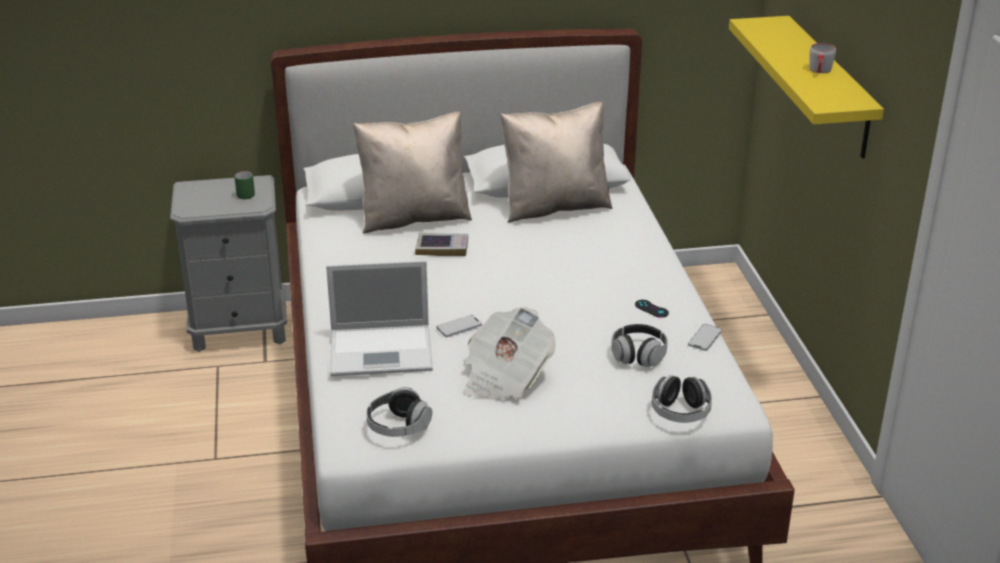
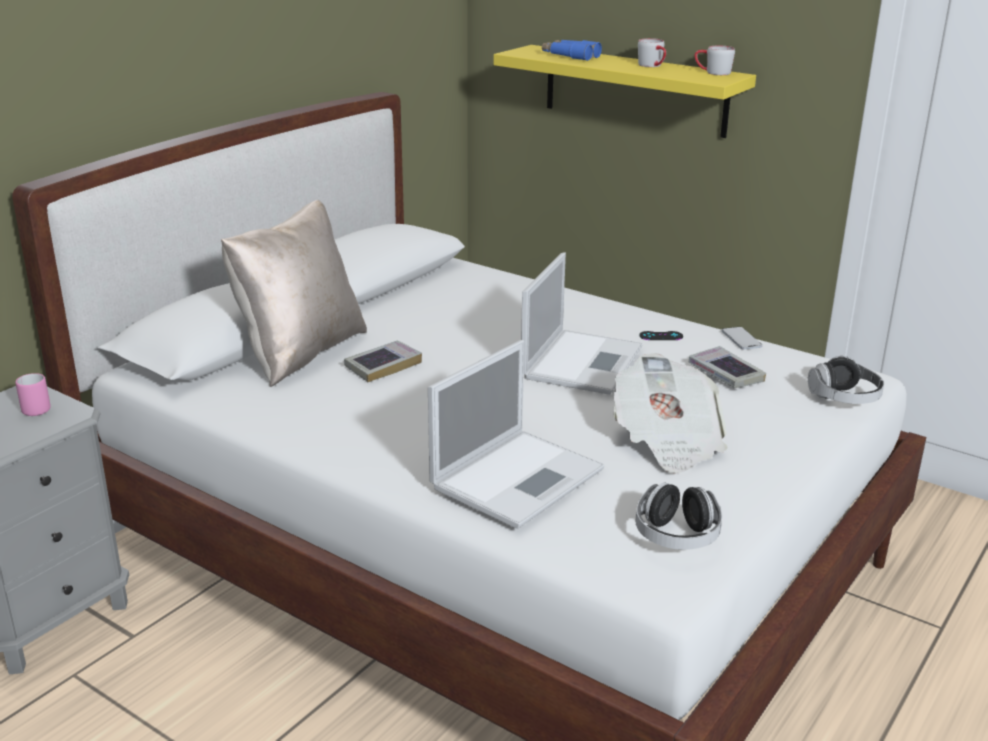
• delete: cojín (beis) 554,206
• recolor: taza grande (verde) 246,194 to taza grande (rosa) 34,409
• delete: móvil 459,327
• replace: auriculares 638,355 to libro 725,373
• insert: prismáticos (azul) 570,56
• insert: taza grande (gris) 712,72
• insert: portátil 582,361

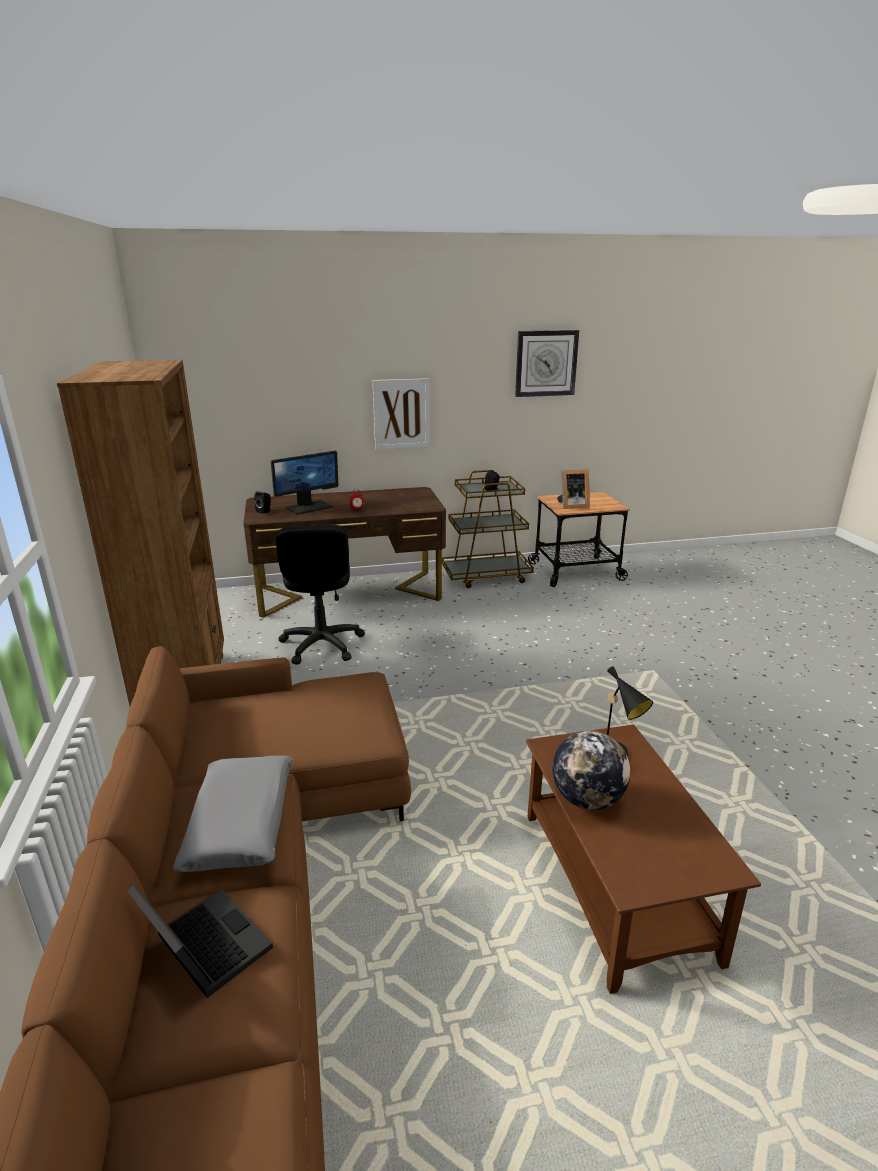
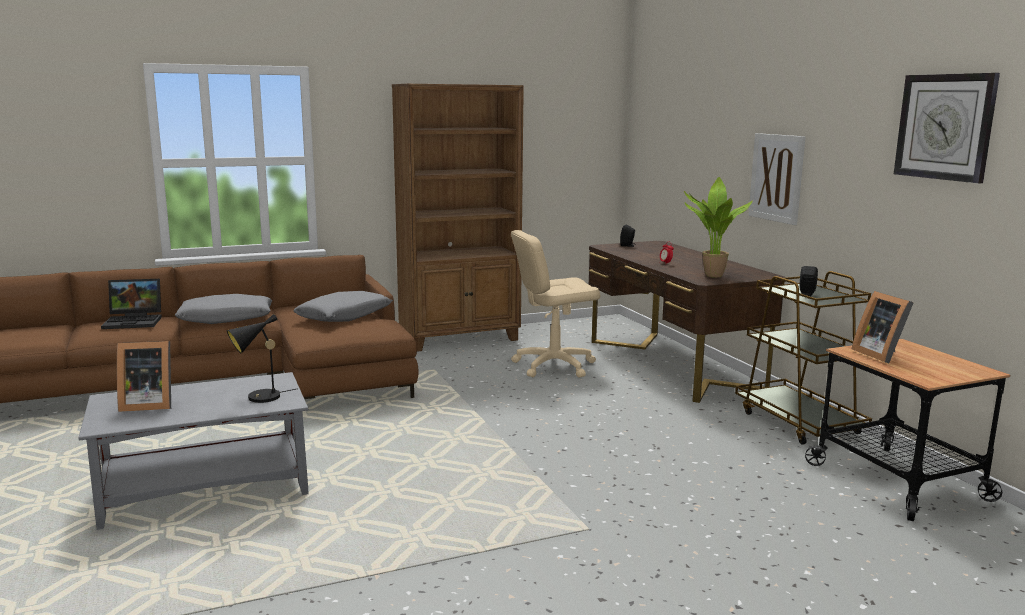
• delete: monitor 309,507
• recolor: silla de oficina (negro) 321,645 to silla de oficina (beis) 553,365
• recolor: mesa de centro (marrón) 614,883 to mesa de centro (gris) 207,489
• delete: globo terráqueo 587,799
• rotate: portátil 202,947 = 135,321 45 degrees clockwise
• insert: planta en maceta 710,275
• insert: cojín (gris) 345,316
• insert: portarretratos 147,405

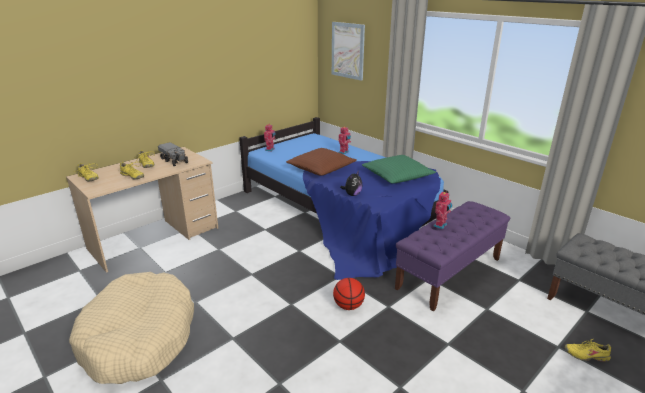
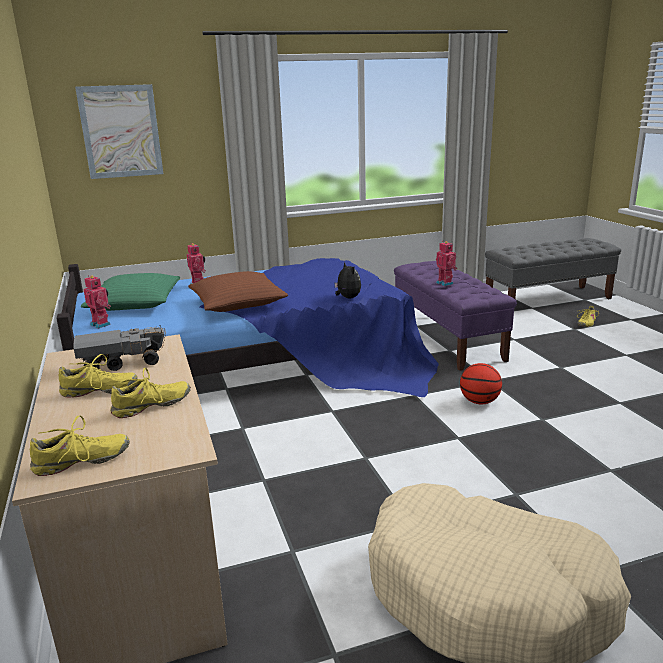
• move: cojín (verde) 397,176 to 135,303

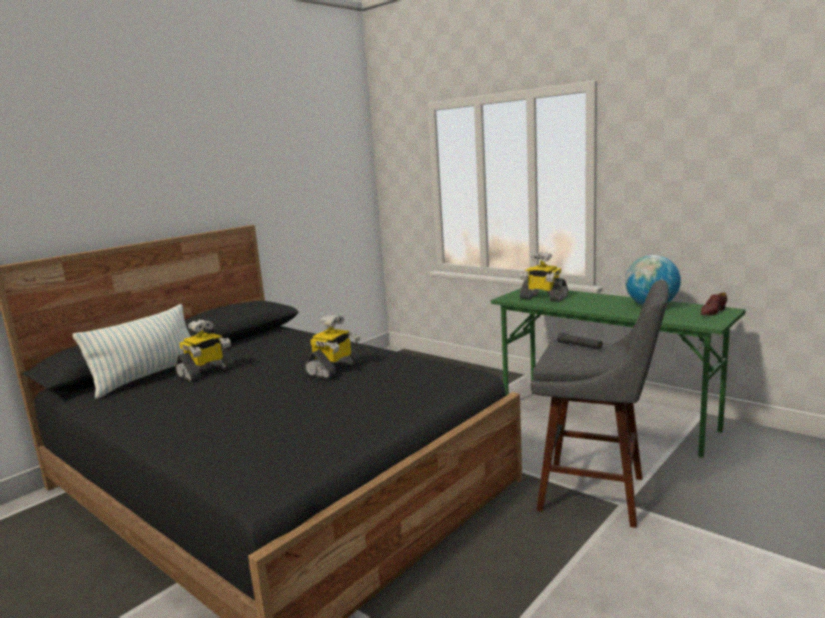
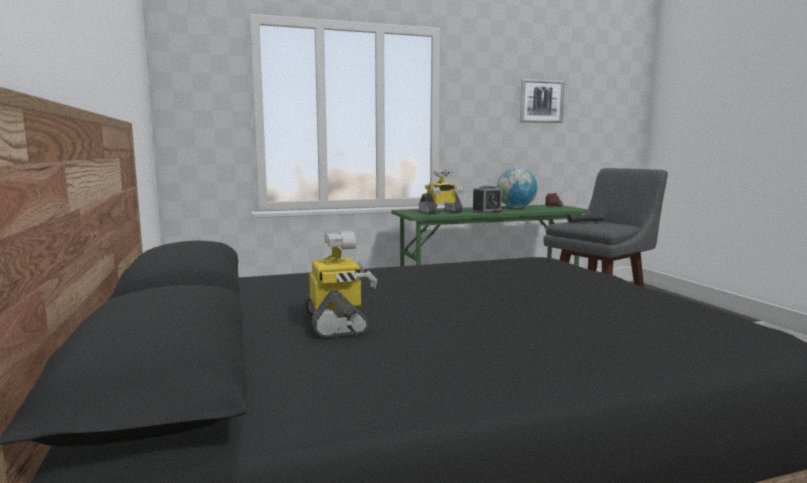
• delete: cojín 148,377
• delete: robot de juguete 334,369
• insert: cuadro 541,101
• insert: despertador 487,211

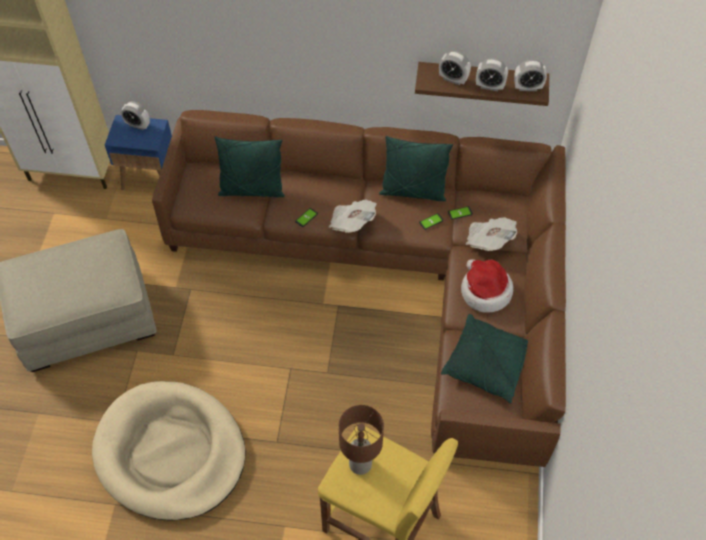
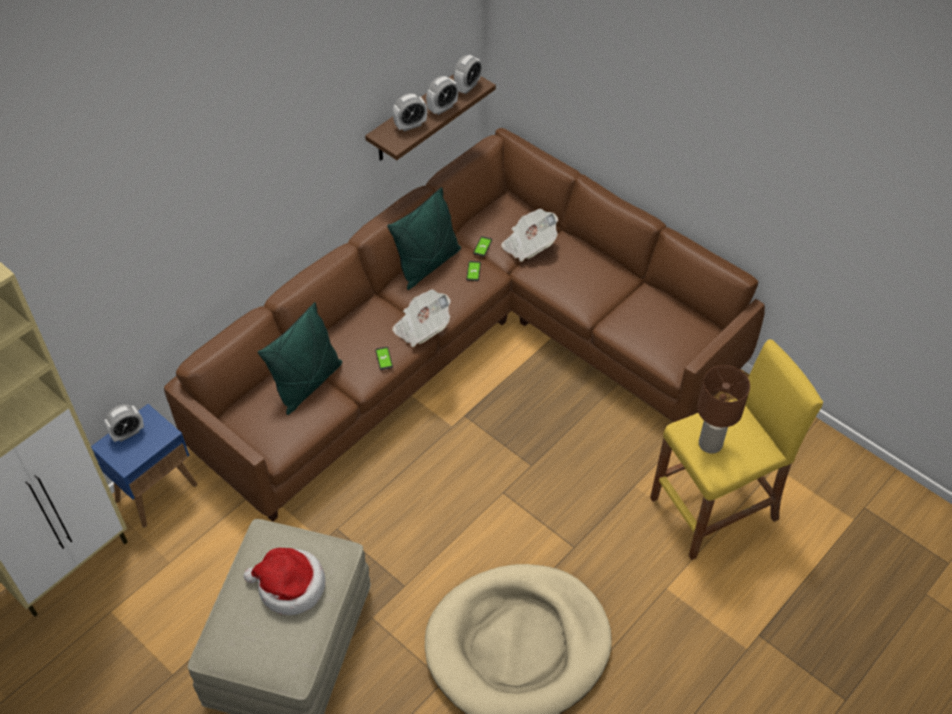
• move: sombrero 484,291 to 289,586
• delete: cojín (verde) 487,364

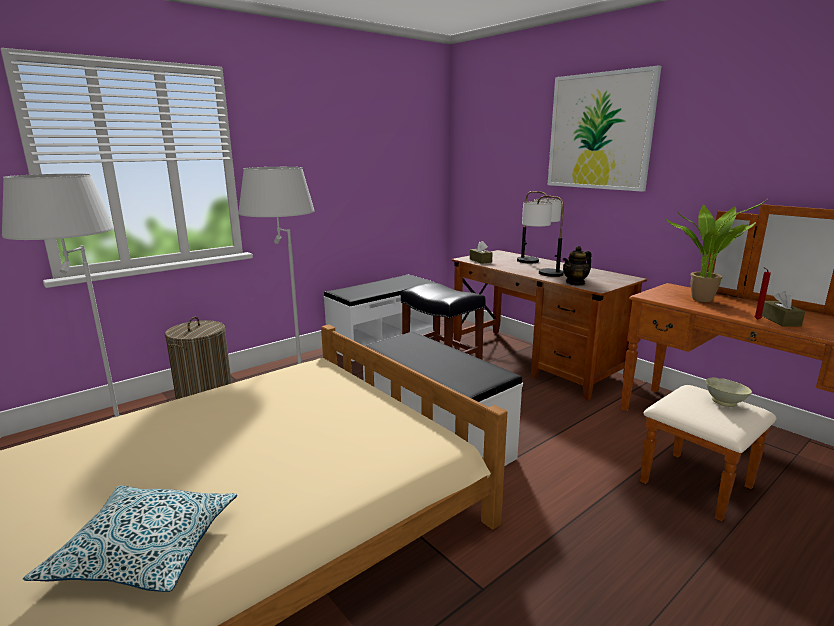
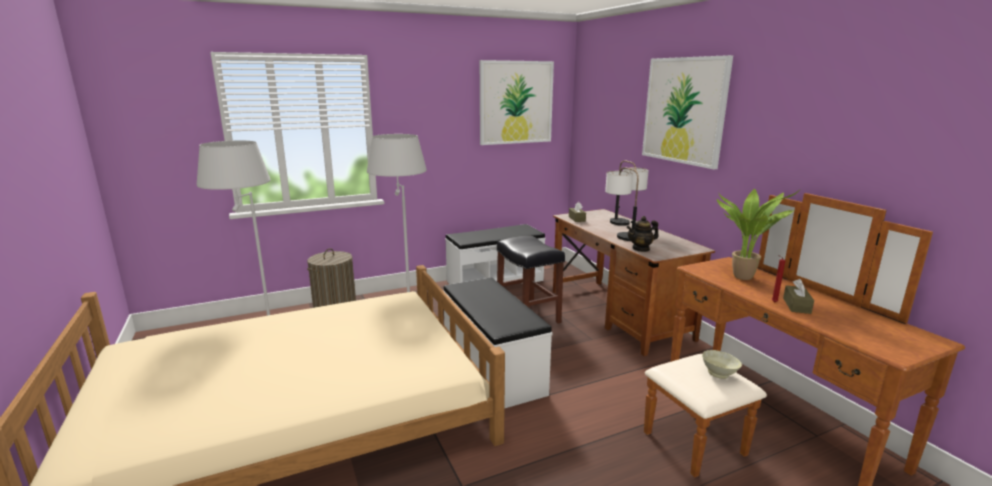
• delete: cojín 145,551
• insert: cuadro 516,102

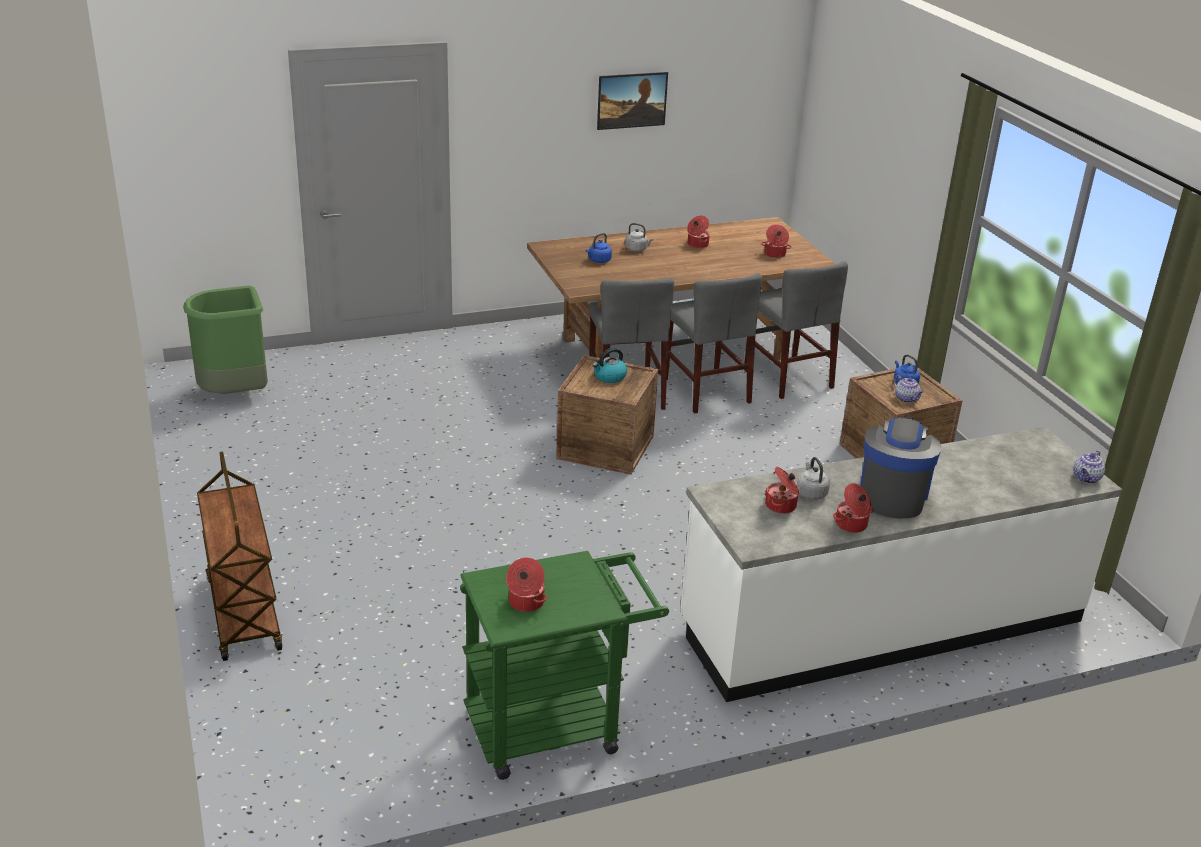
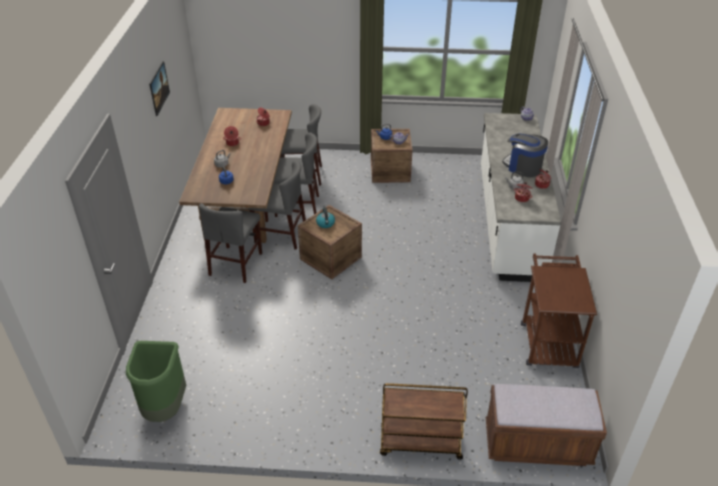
• recolor: carrito (verde) 556,726 to carrito (marrón) 547,340
• delete: olla 525,603
• insert: silla (gris) 236,264
• insert: banco (marrón) 537,445

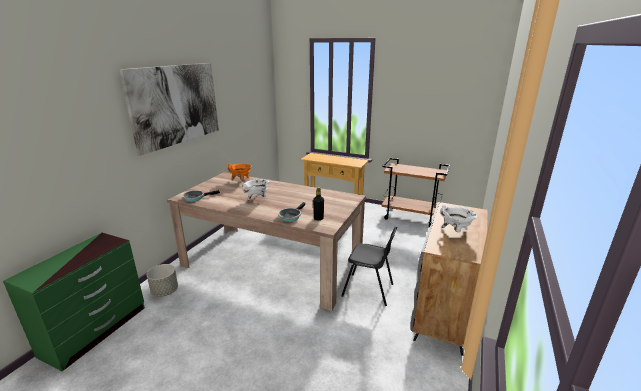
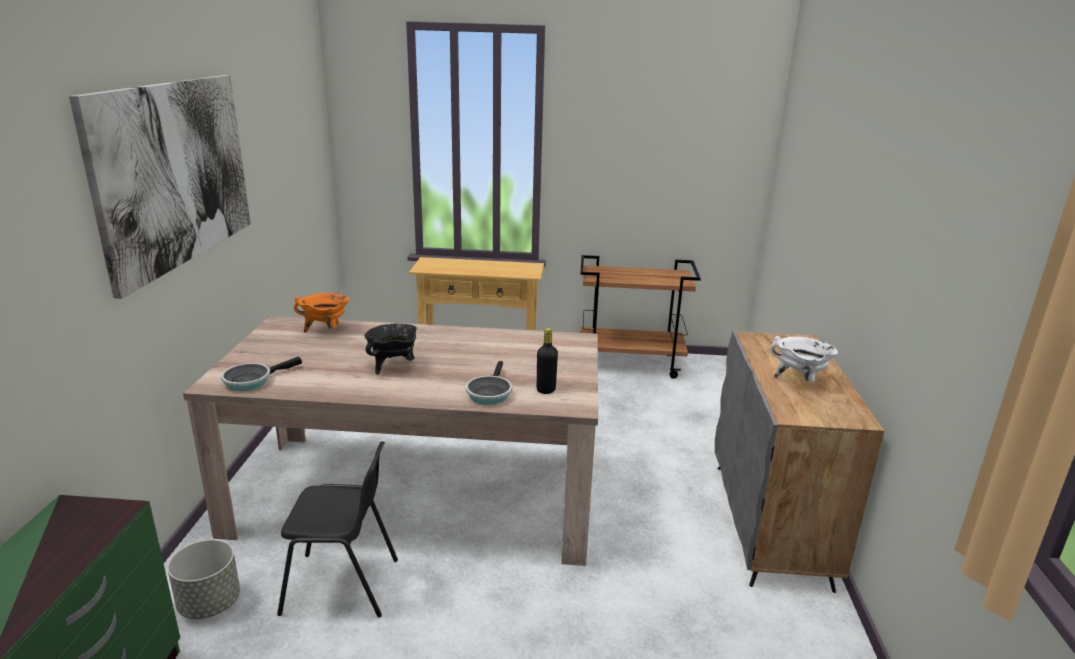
• recolor: olla (blanco) 257,199 to olla (negro) 393,366
• move: silla (negro) 368,290 to 342,586

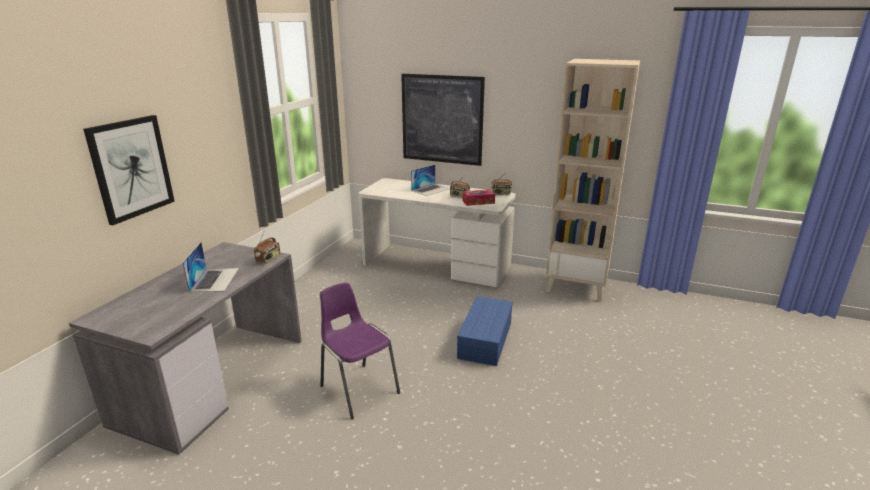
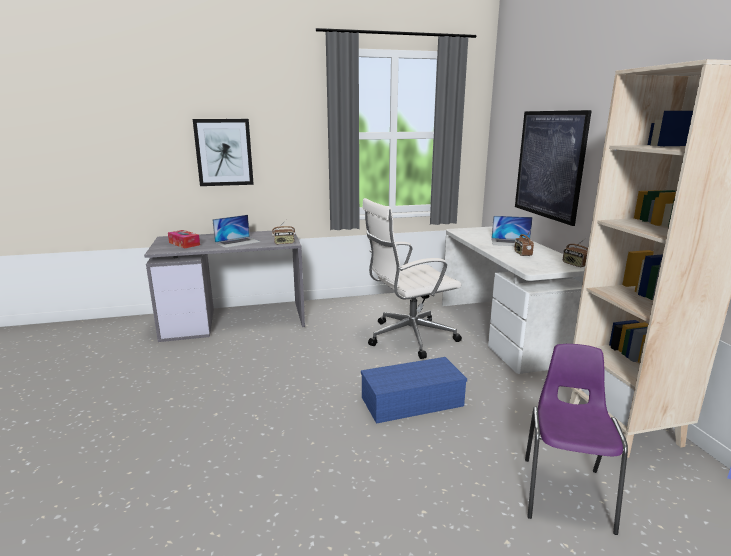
• move: caja de pañuelos 478,202 to 184,244
• move: silla (morado) 358,388 to 565,491
• insert: silla de oficina (blanco) 408,337

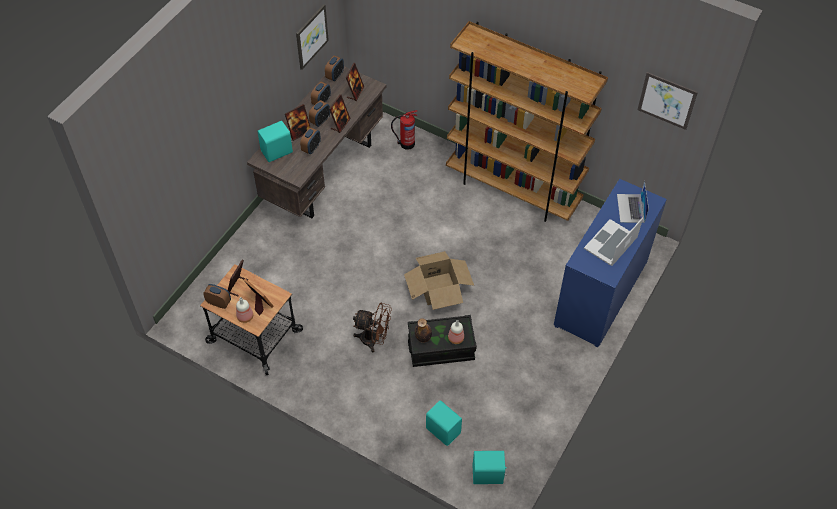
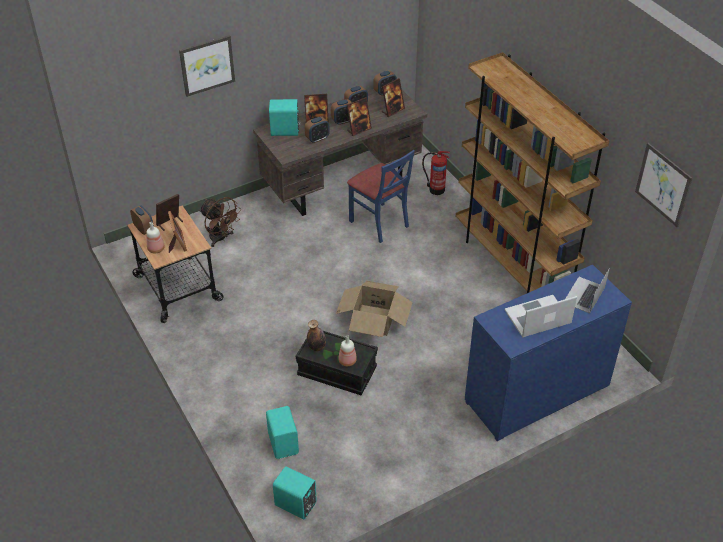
• move: cuadro 311,36 to 207,65
• move: ventilador (marrón) 374,340 to 221,239
• insert: silla (azul) 379,223

